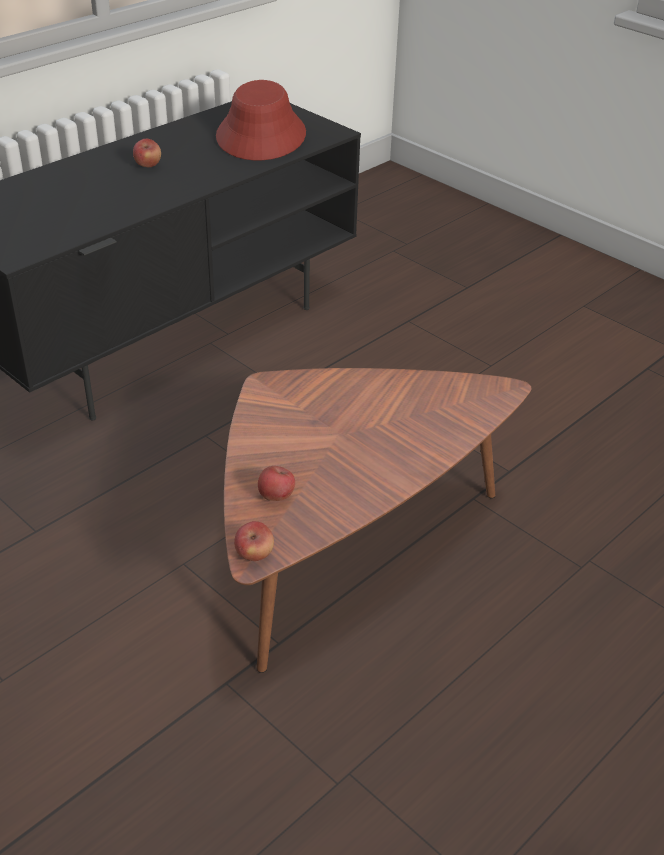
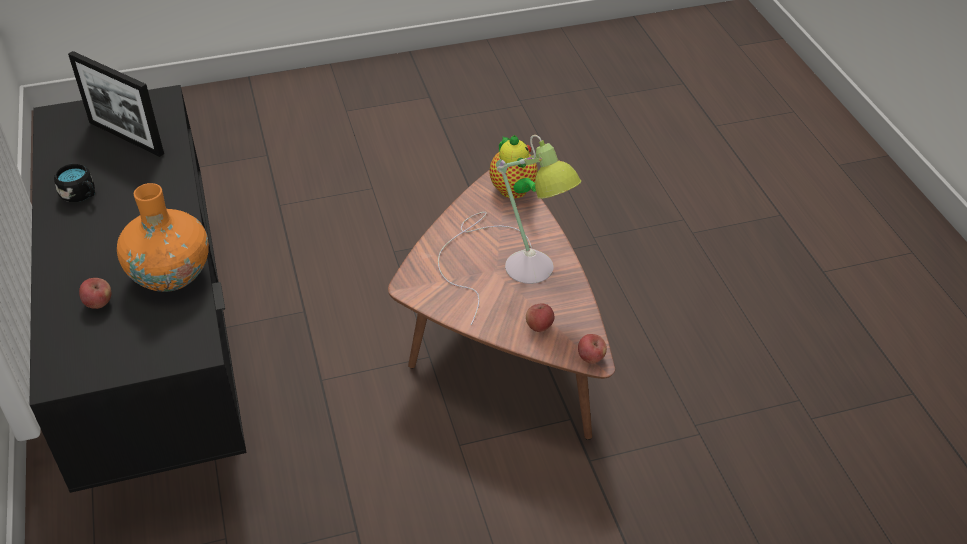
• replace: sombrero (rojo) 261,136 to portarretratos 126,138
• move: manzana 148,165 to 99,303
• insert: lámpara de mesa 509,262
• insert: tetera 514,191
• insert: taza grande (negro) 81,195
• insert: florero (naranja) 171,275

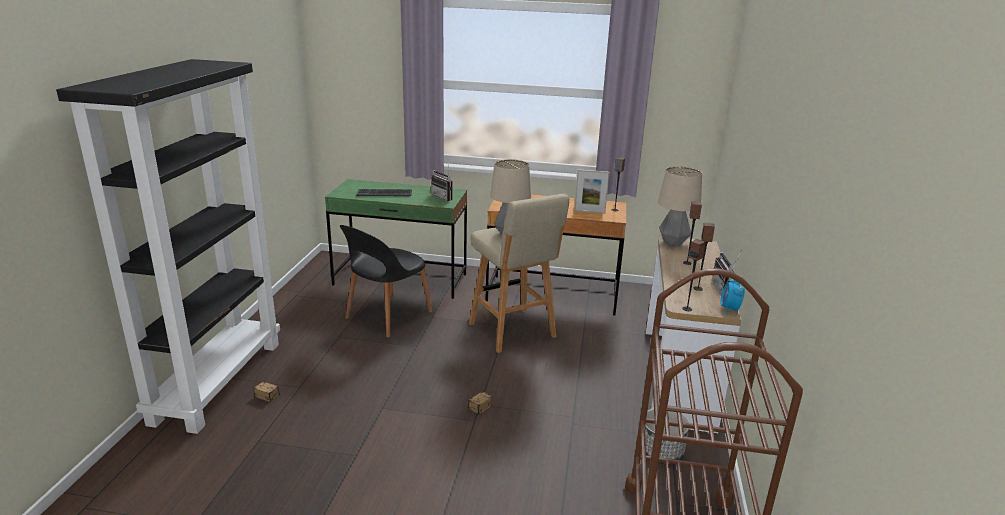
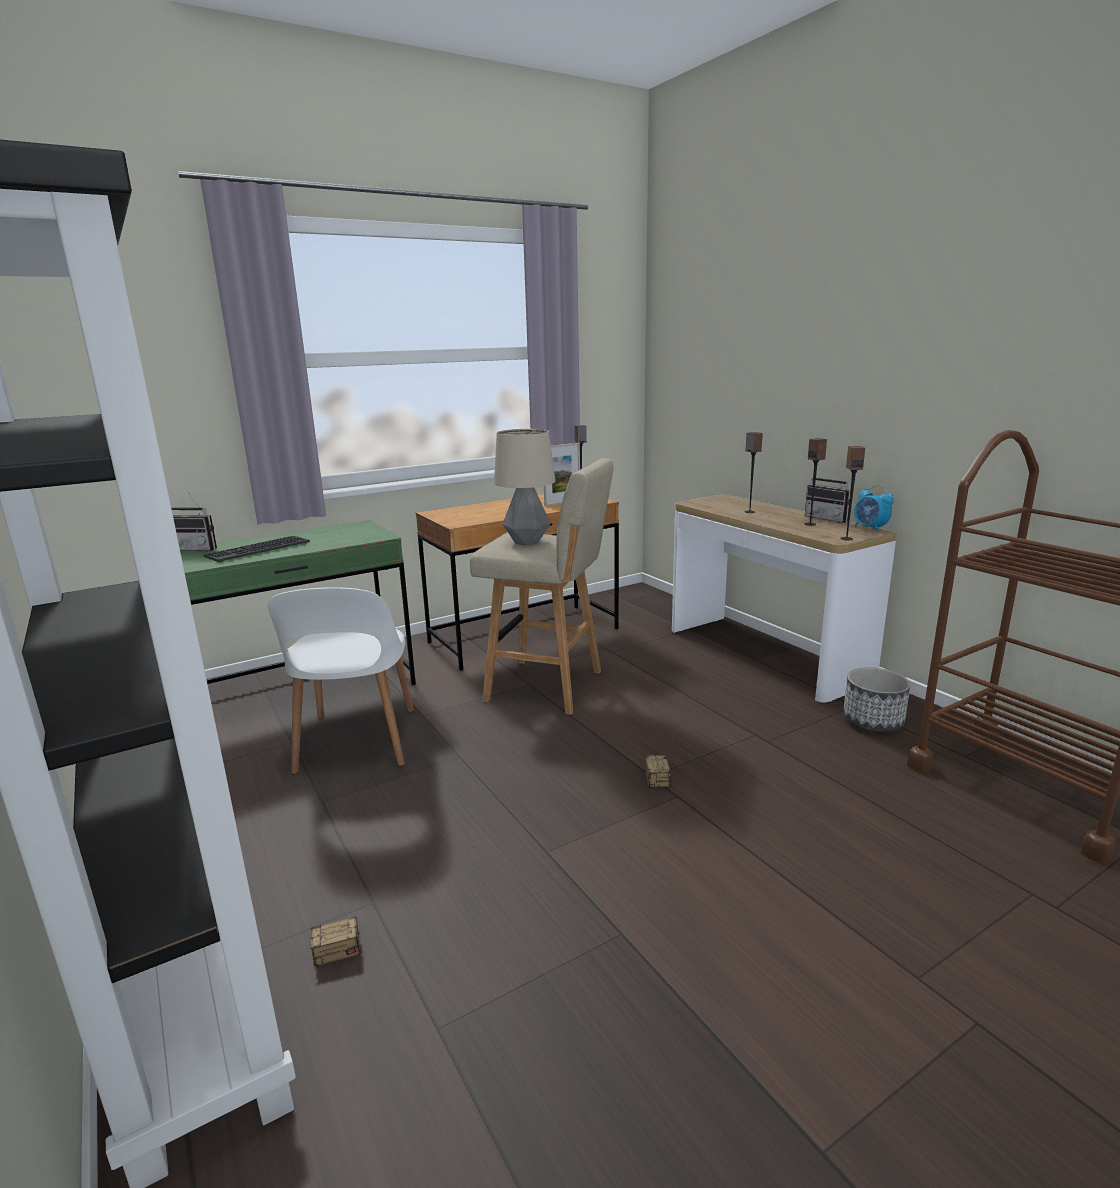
• move: radio 444,197 to 197,549
• delete: lámpara de mesa 673,243
• recolor: silla (negro) 387,316 to silla (blanco) 356,742

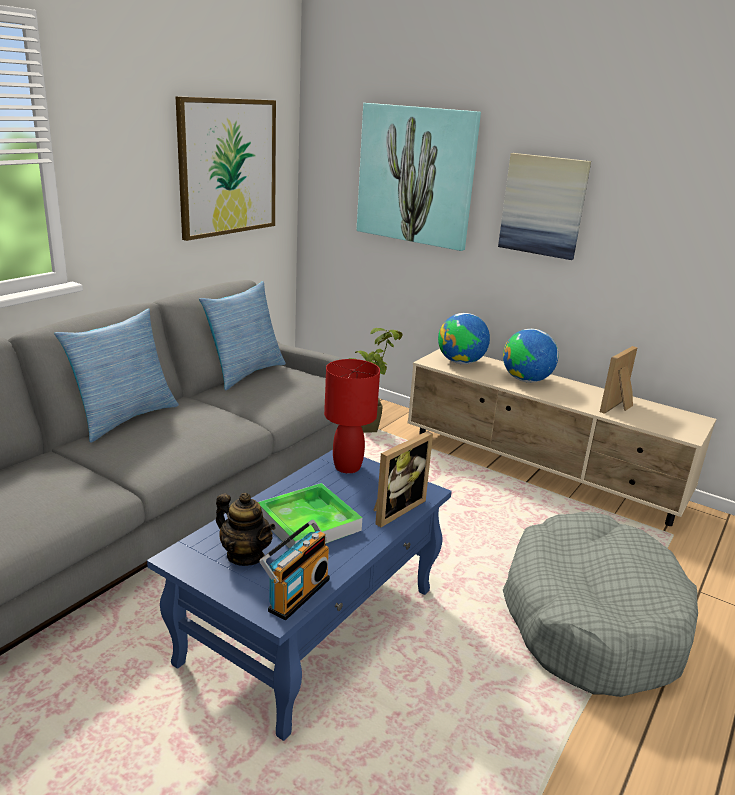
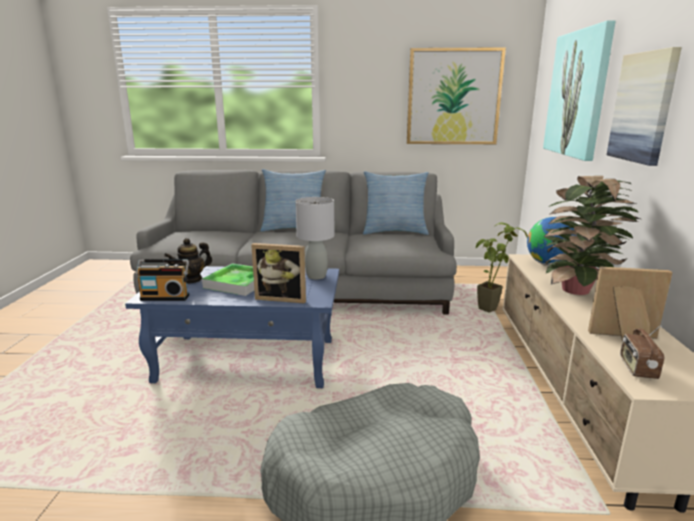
• replace: globo terráqueo 526,380 to planta en maceta 578,291
• recolor: lámpara de mesa (rojo) 347,467 to lámpara de mesa (gris) 316,276
• rotate: tetera 245,555 = 191,279 45 degrees clockwise
• insert: radio 637,368

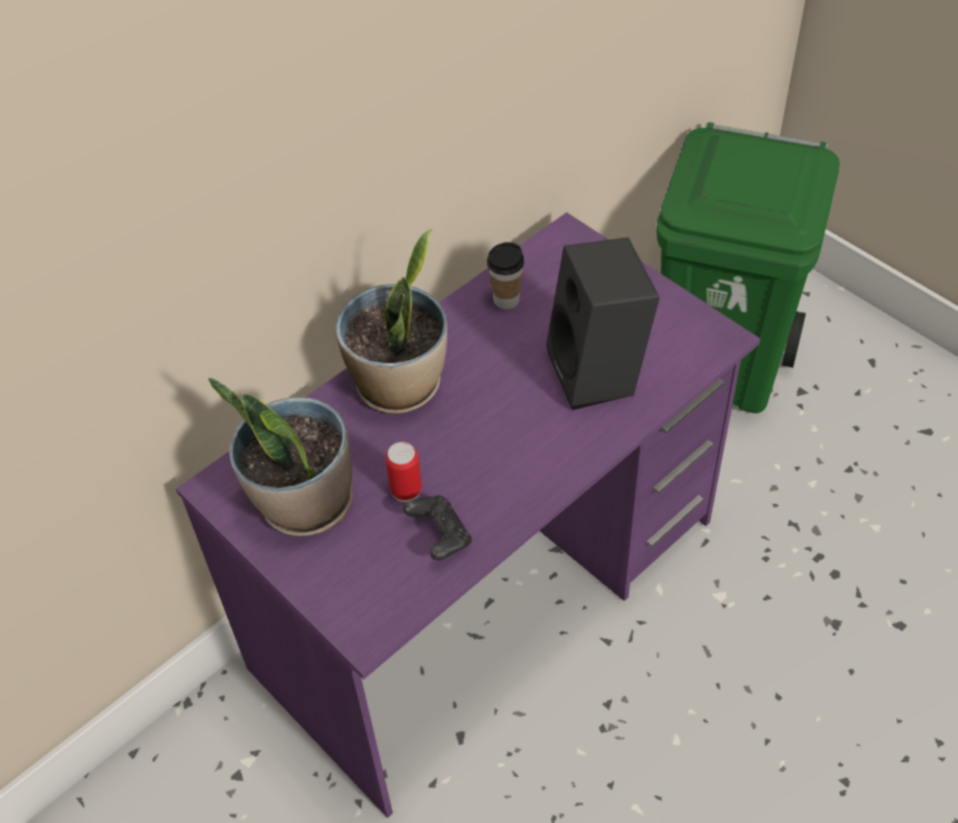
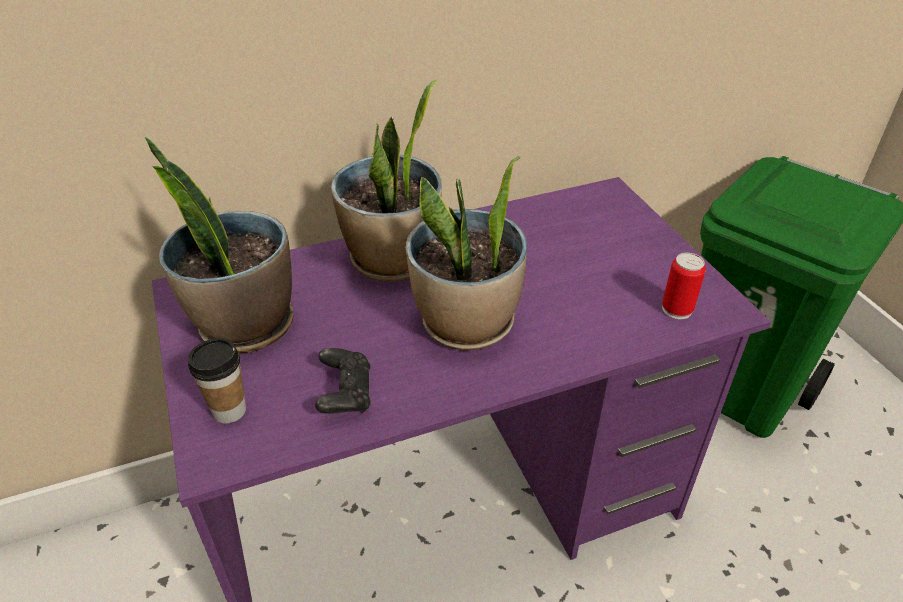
• delete: altavoz (negro) 600,374
• move: taza 506,300 to 229,410
• move: lata 406,490 to 677,309
• insert: planta en maceta 466,324

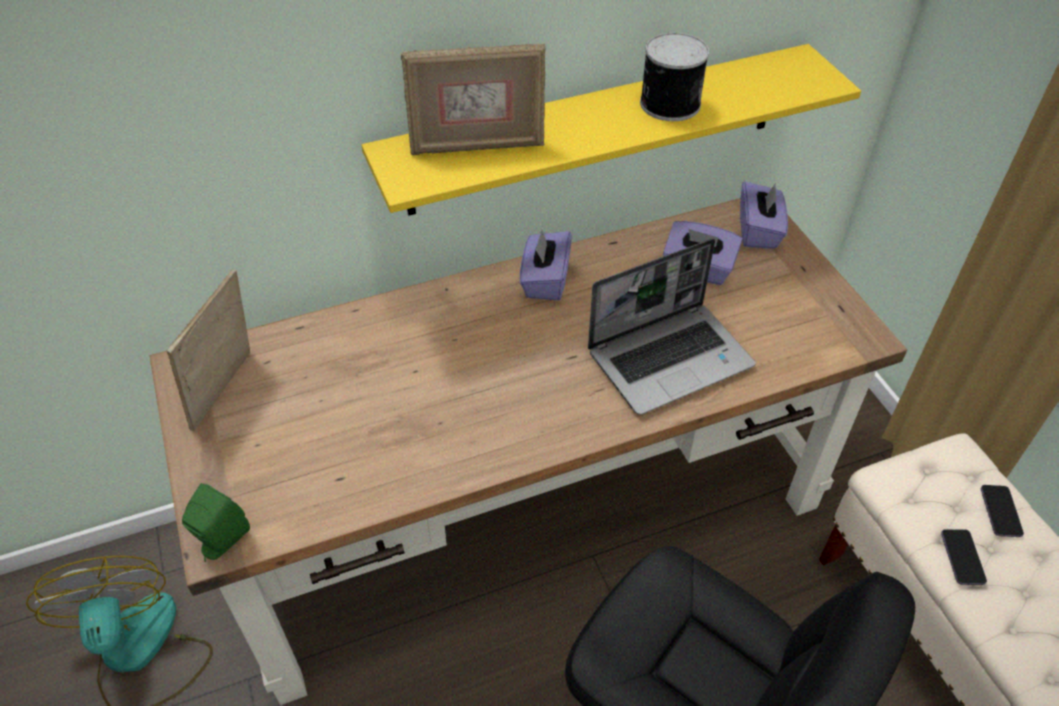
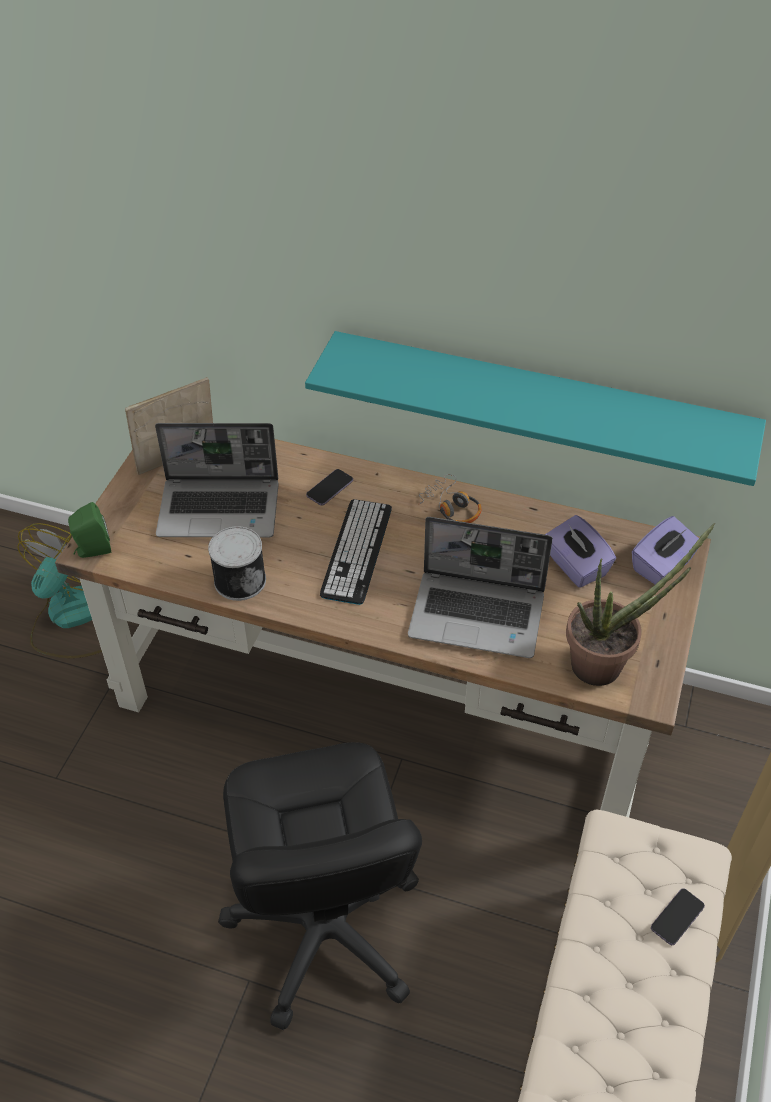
• move: lata 668,103 to 239,579
• recolor: estante (amarillo) 596,130 to estante (turquesa) 537,405
• delete: portarretratos 477,146
• replace: caja de pañuelos (morado) 545,280 to auriculares 451,507
• move: móvil 962,558 to 329,488
• insert: portátil 221,509
• insert: teclado 356,551
• insert: planta en maceta 607,663

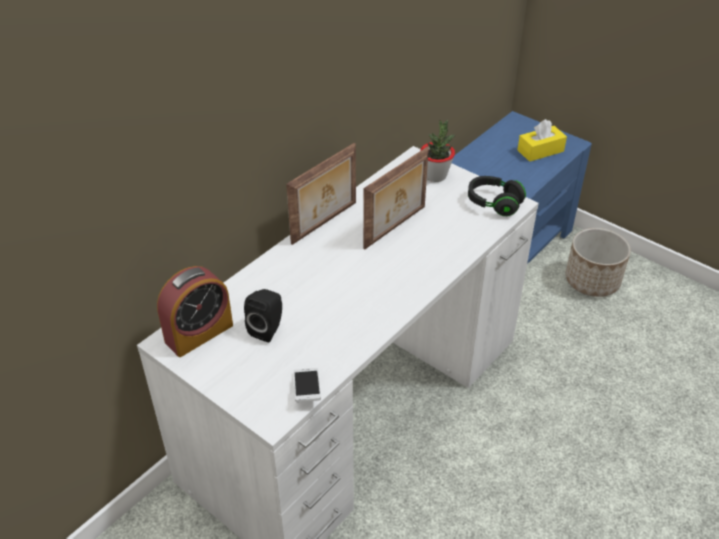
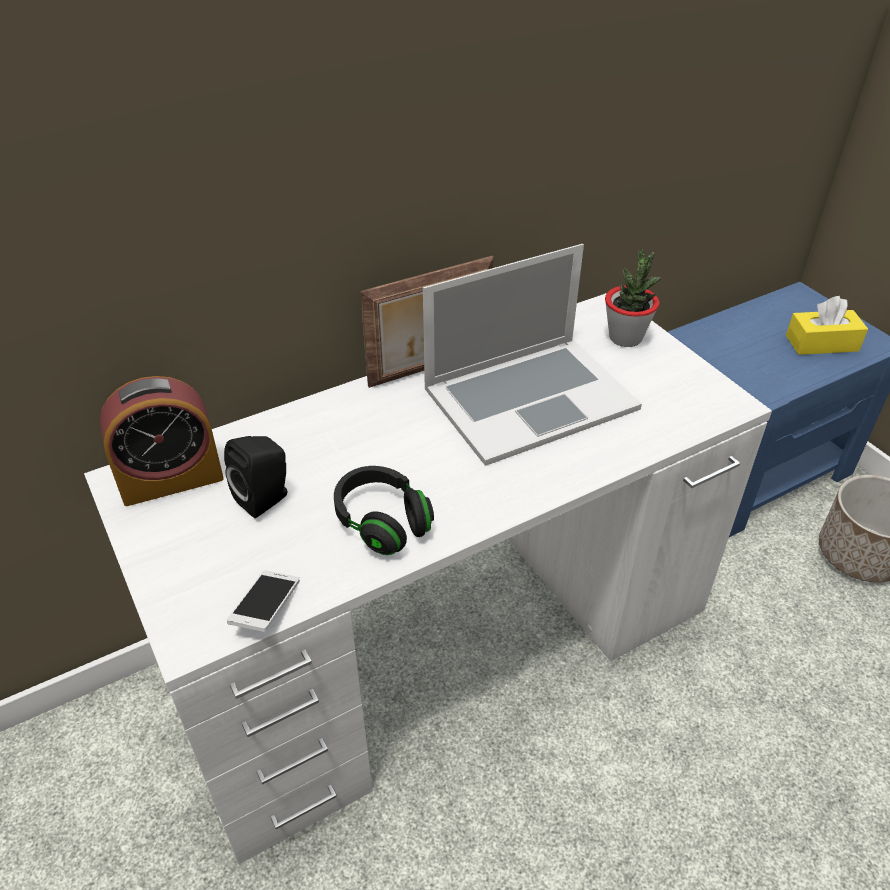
• replace: portarretratos 396,227 to portátil 529,397
• move: auriculares (negro) 494,203 to 382,522

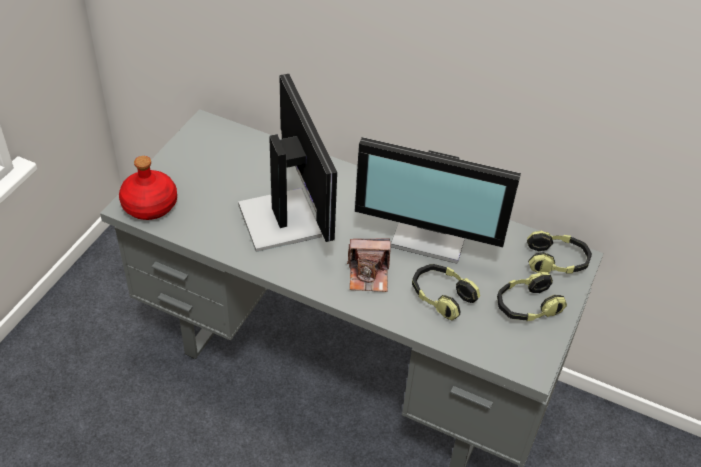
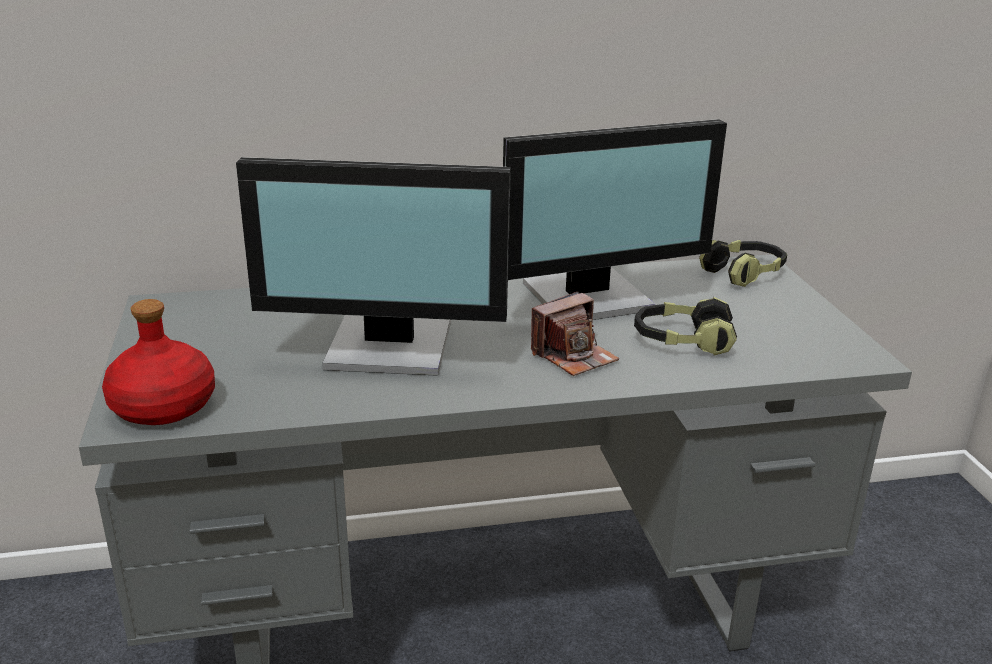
• rotate: monitor 283,218 = 390,349 150 degrees clockwise
• delete: auriculares 527,306

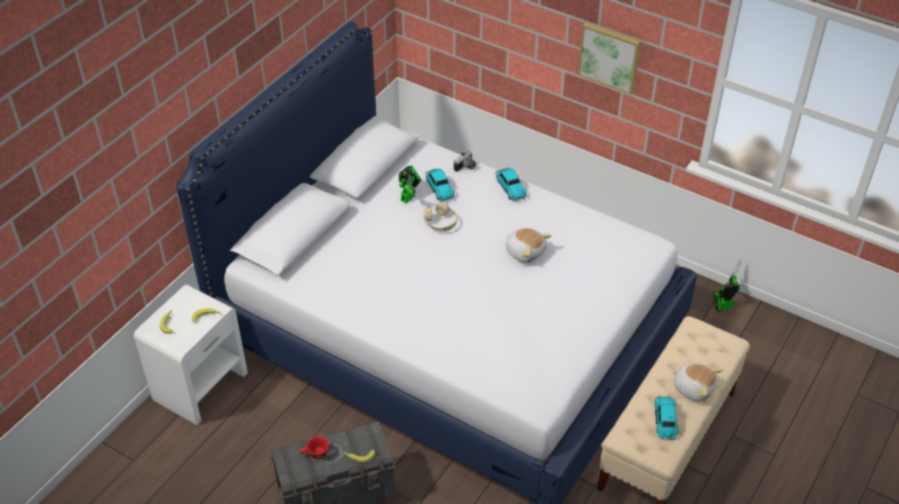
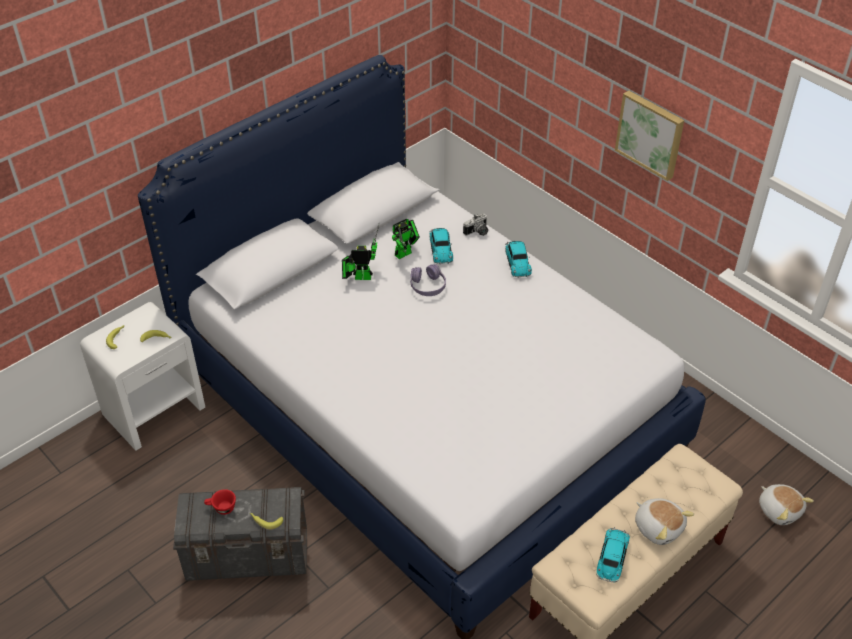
• recolor: auriculares (beis) 440,222 to auriculares (morado) 427,286
• move: peluche 525,251 to 779,510
• move: robot de juguete 722,307 to 360,277

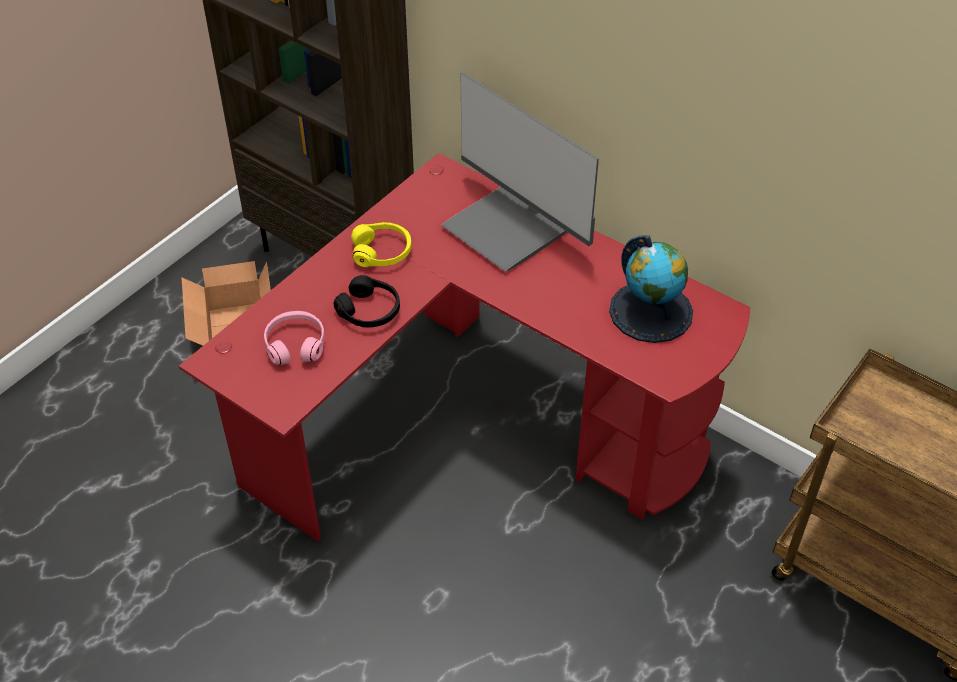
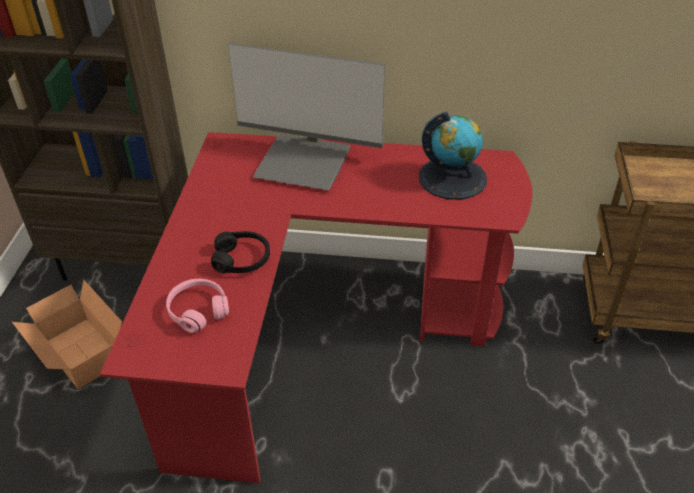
• delete: auriculares (amarillo) 382,252

